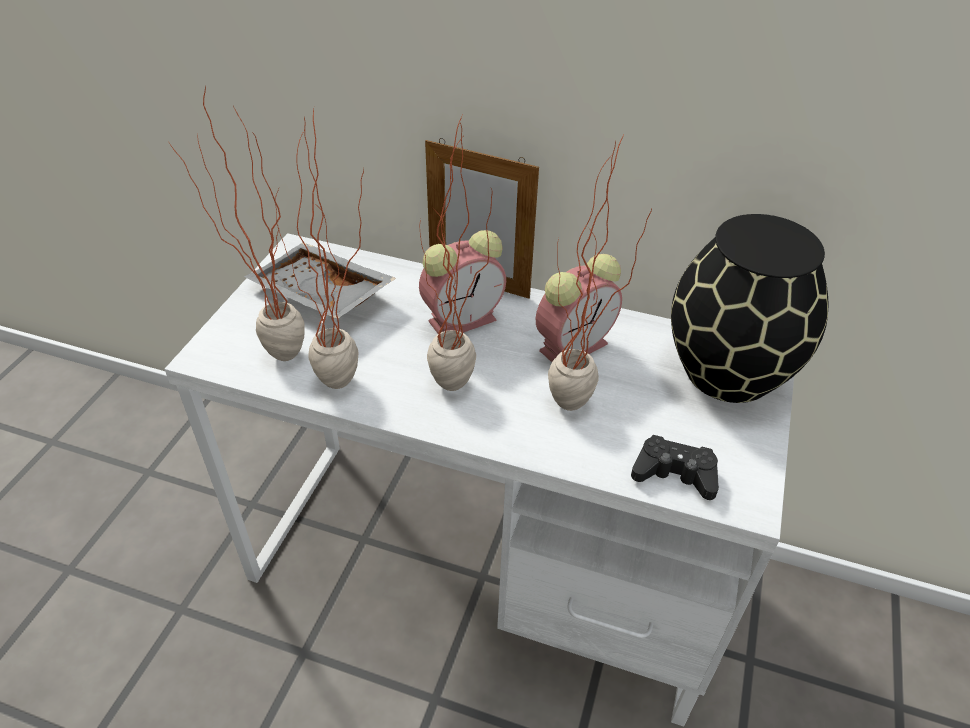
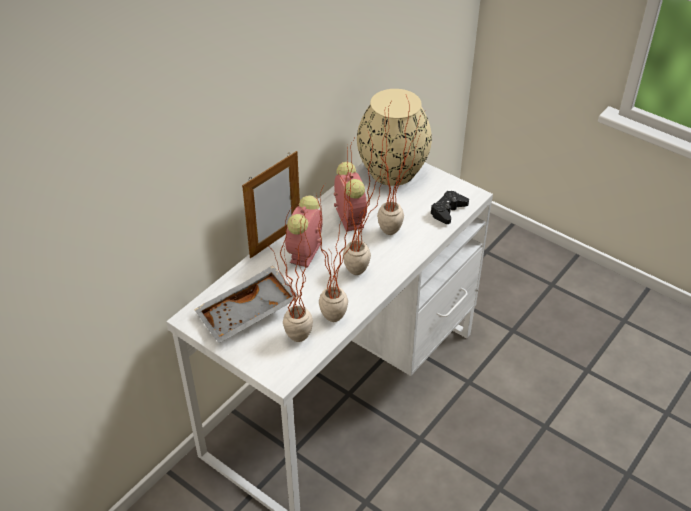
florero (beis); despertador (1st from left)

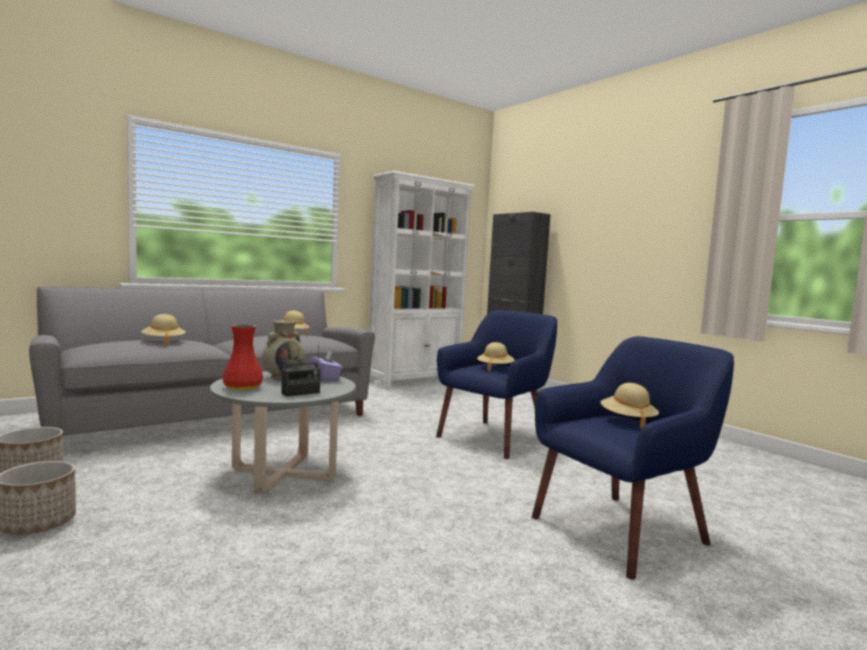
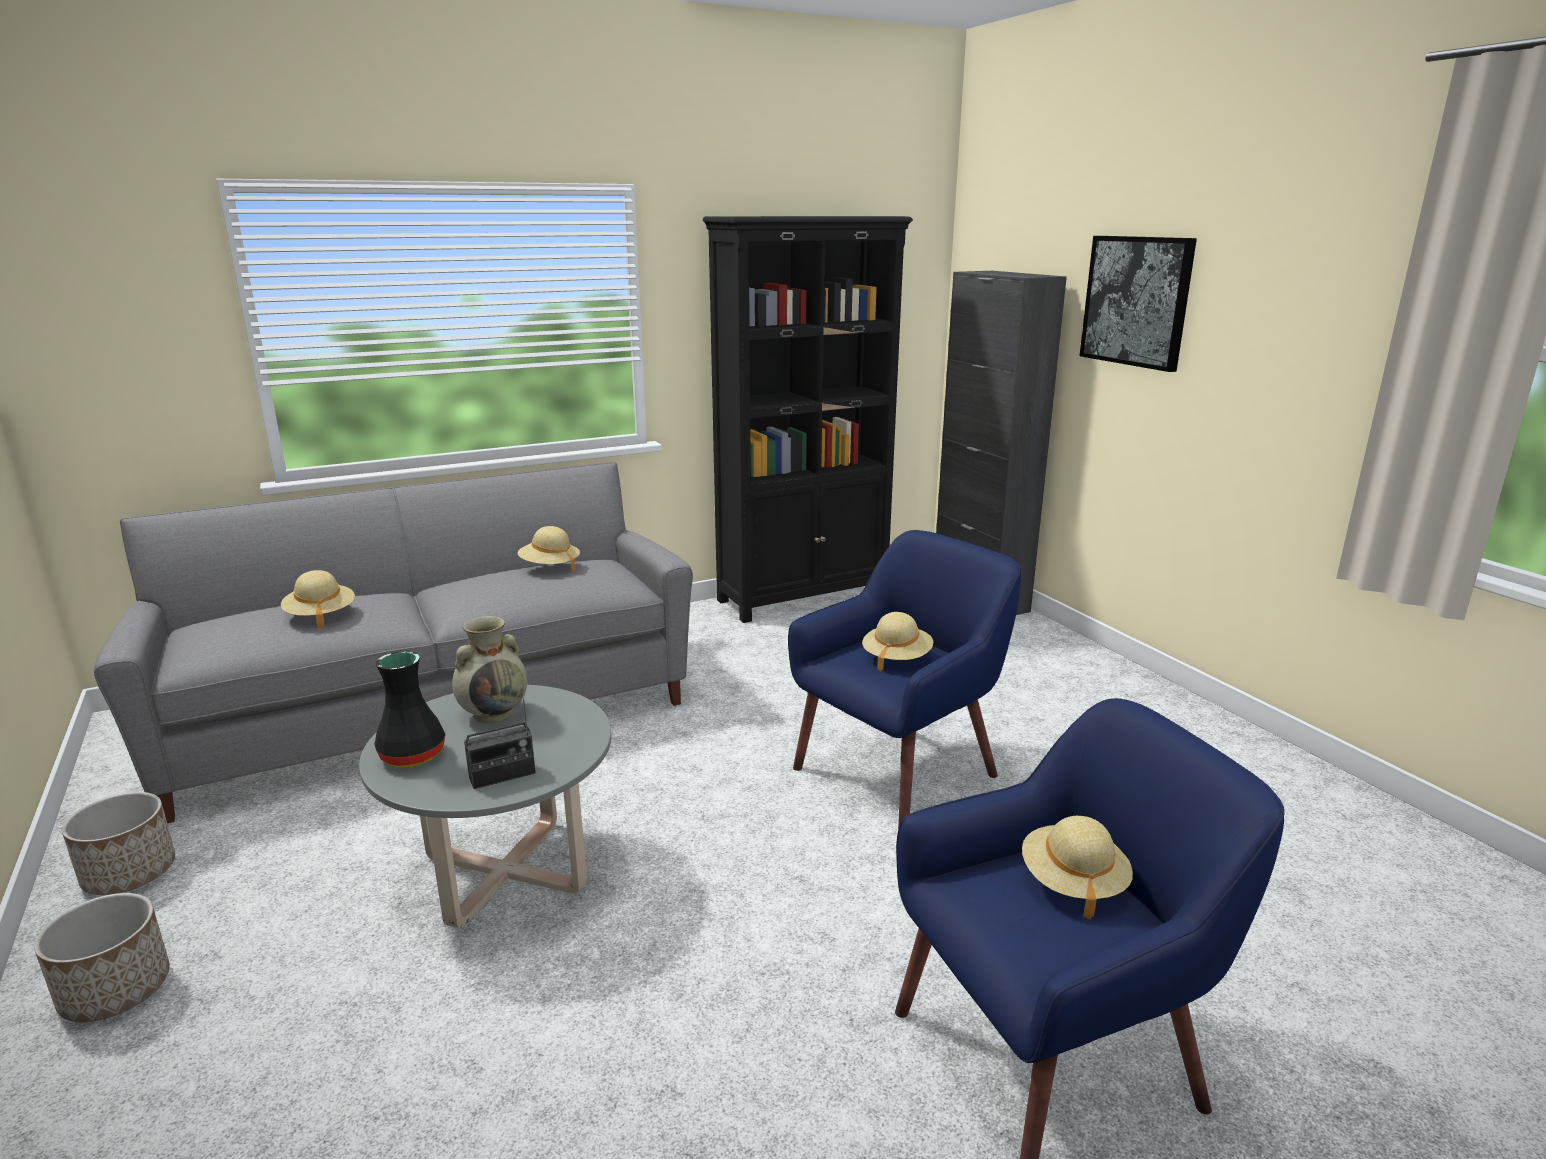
estantería (negro); florero (negro); caja de pañuelos (morado); cuadro

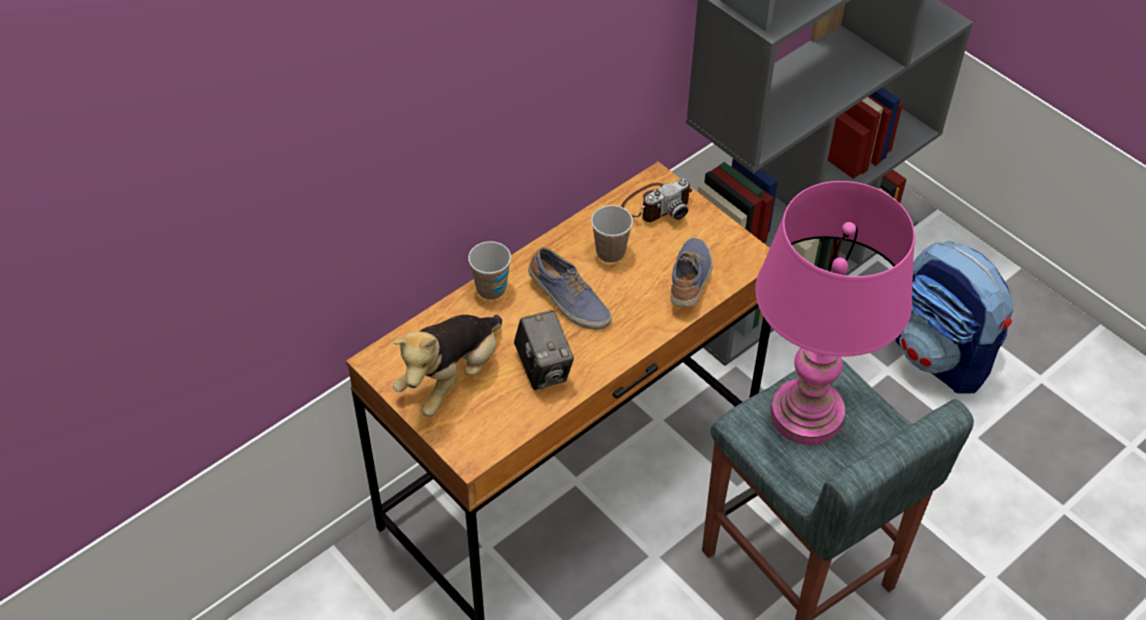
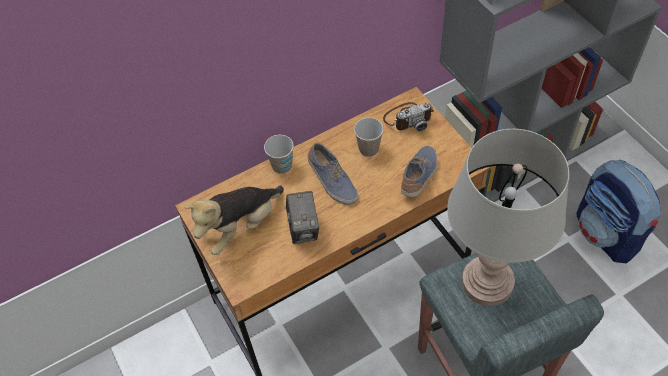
lámpara de mesa (gris)

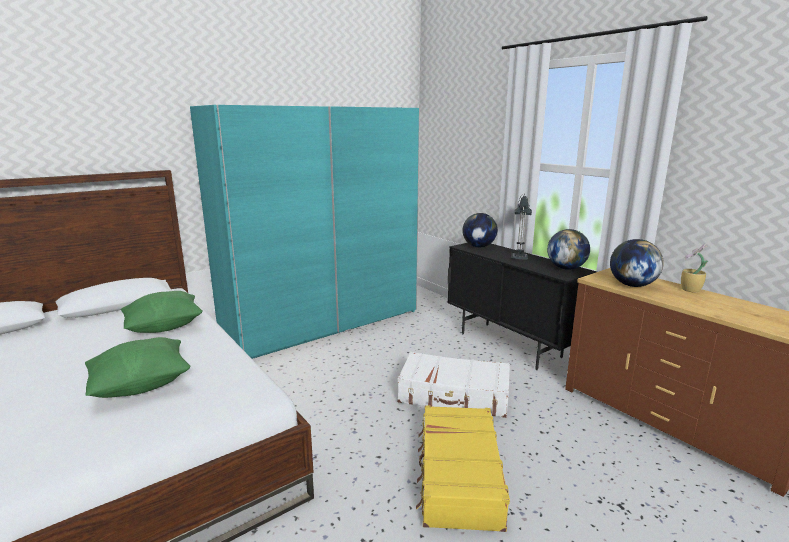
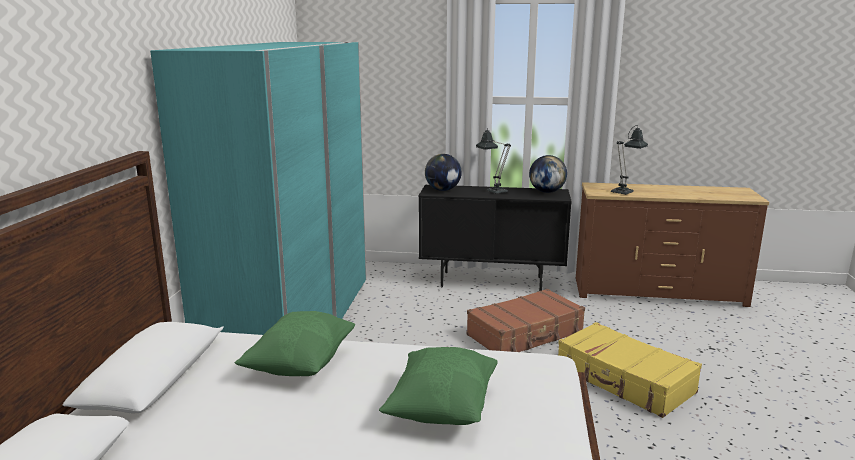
lámpara de mesa (2nd from left); planta en maceta; maleta (marrón)

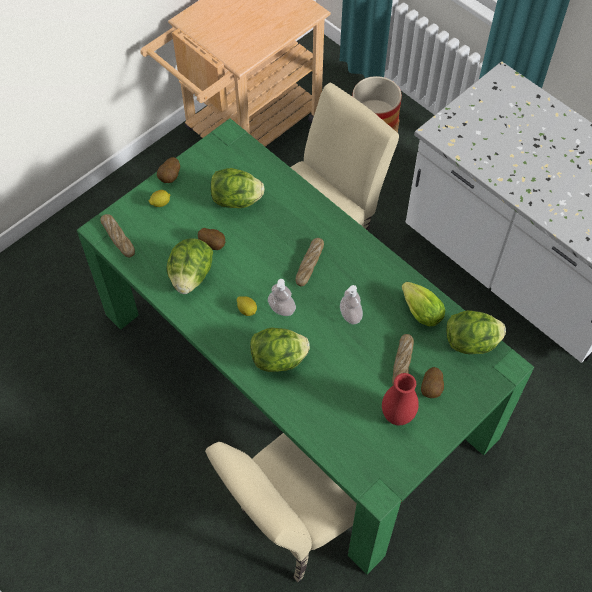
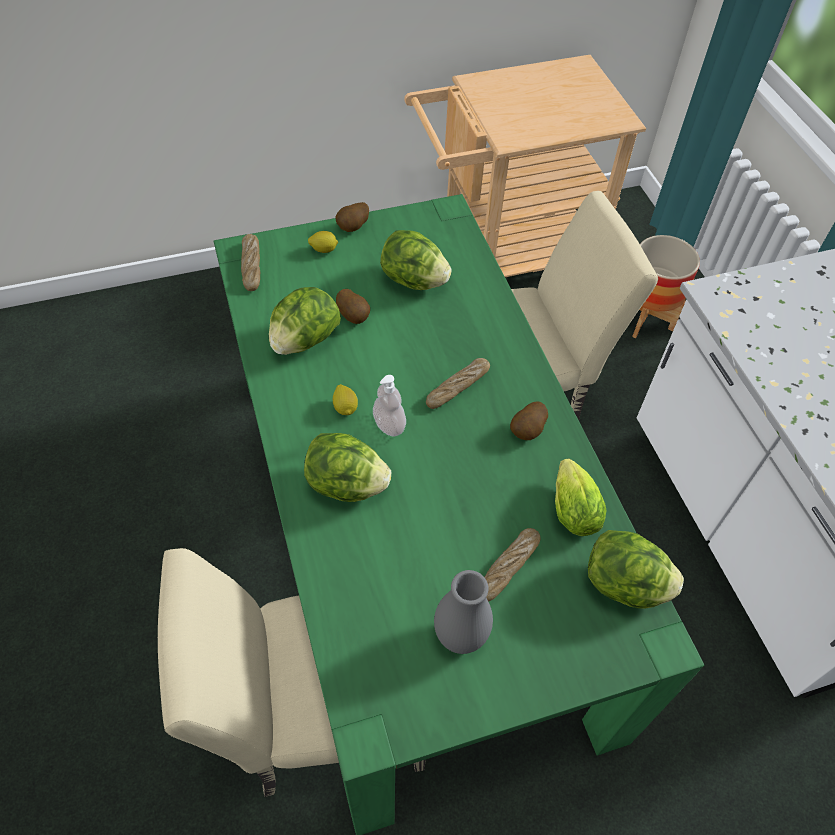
dispensador de jabón (2nd from left in the first image); patata (3rd from left); florero (gris)

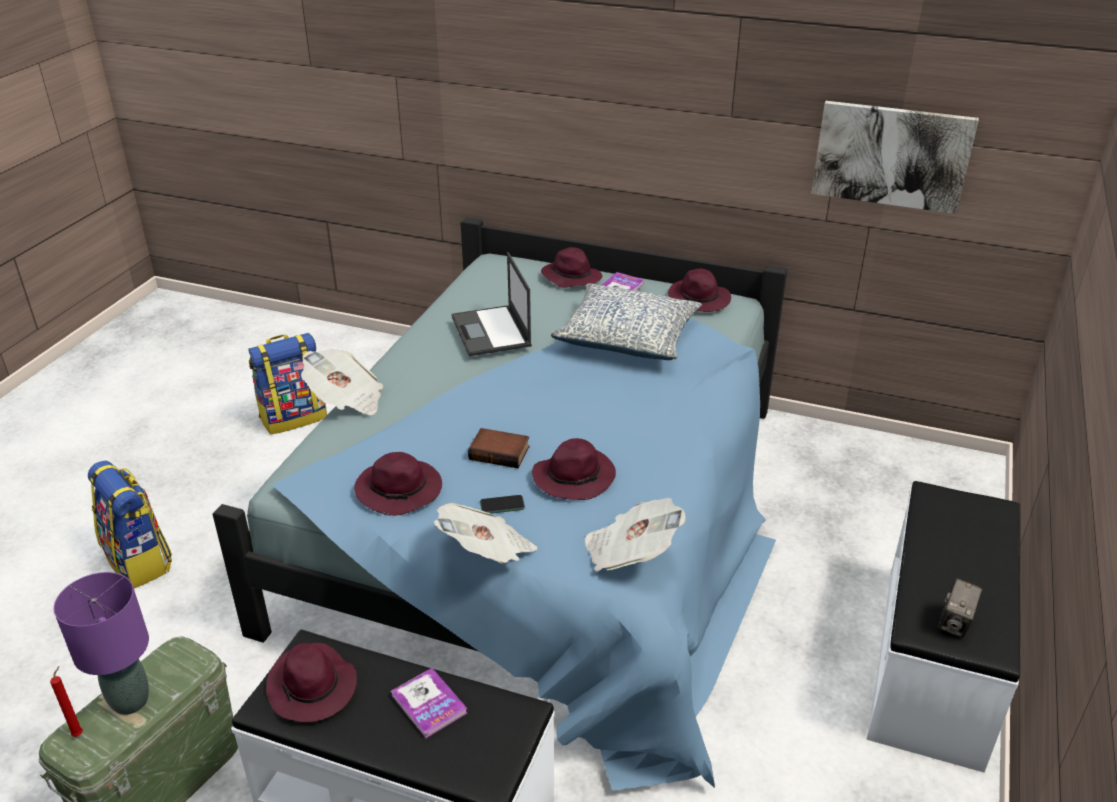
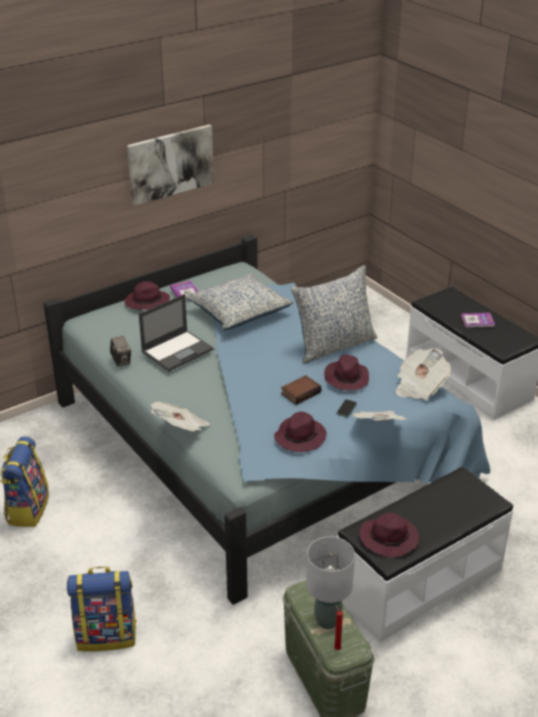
cuadro; portátil; sombrero (morado) (5th from left in the first image); lámpara de mesa (gris); cámara; libro (3rd from left); cojín (2nd from left)

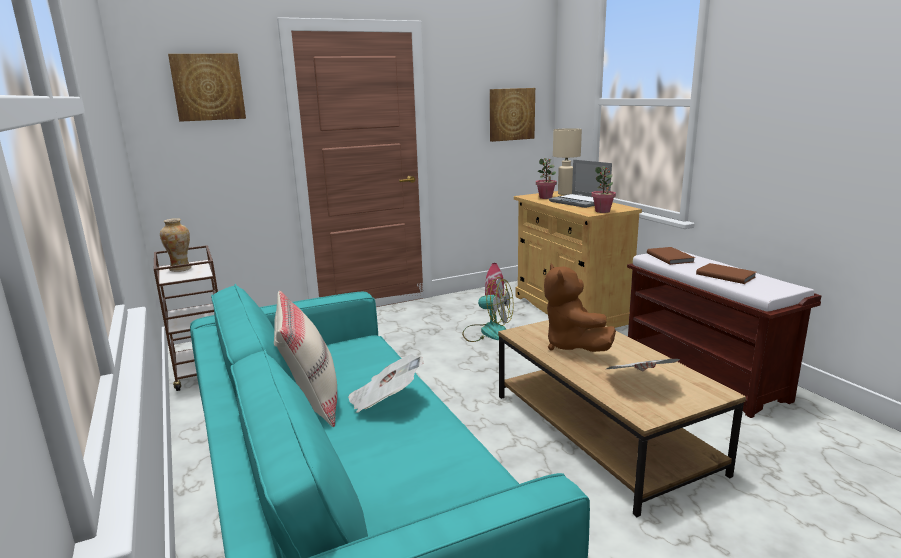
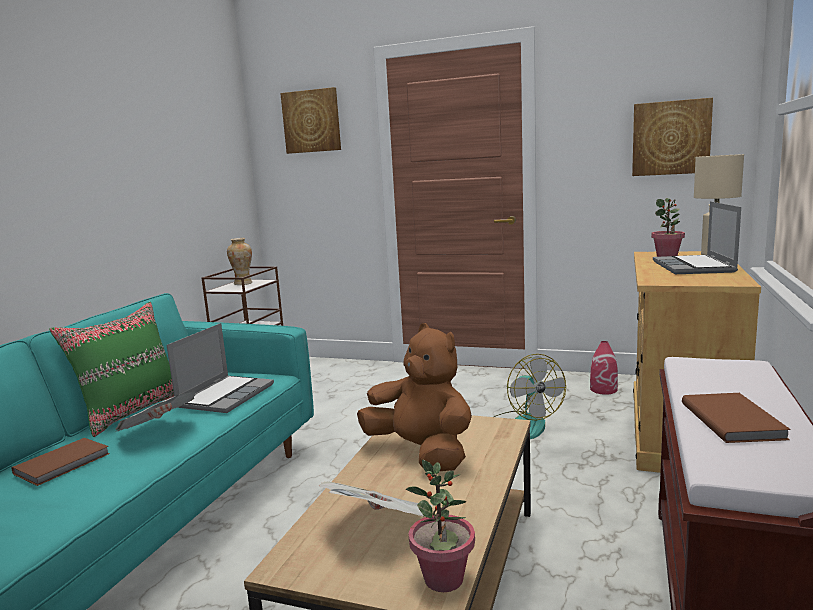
planta en maceta (1st from left); libro (marrón) (1st from left); peluche (marrón); cojín (verde); portátil (1st from left)

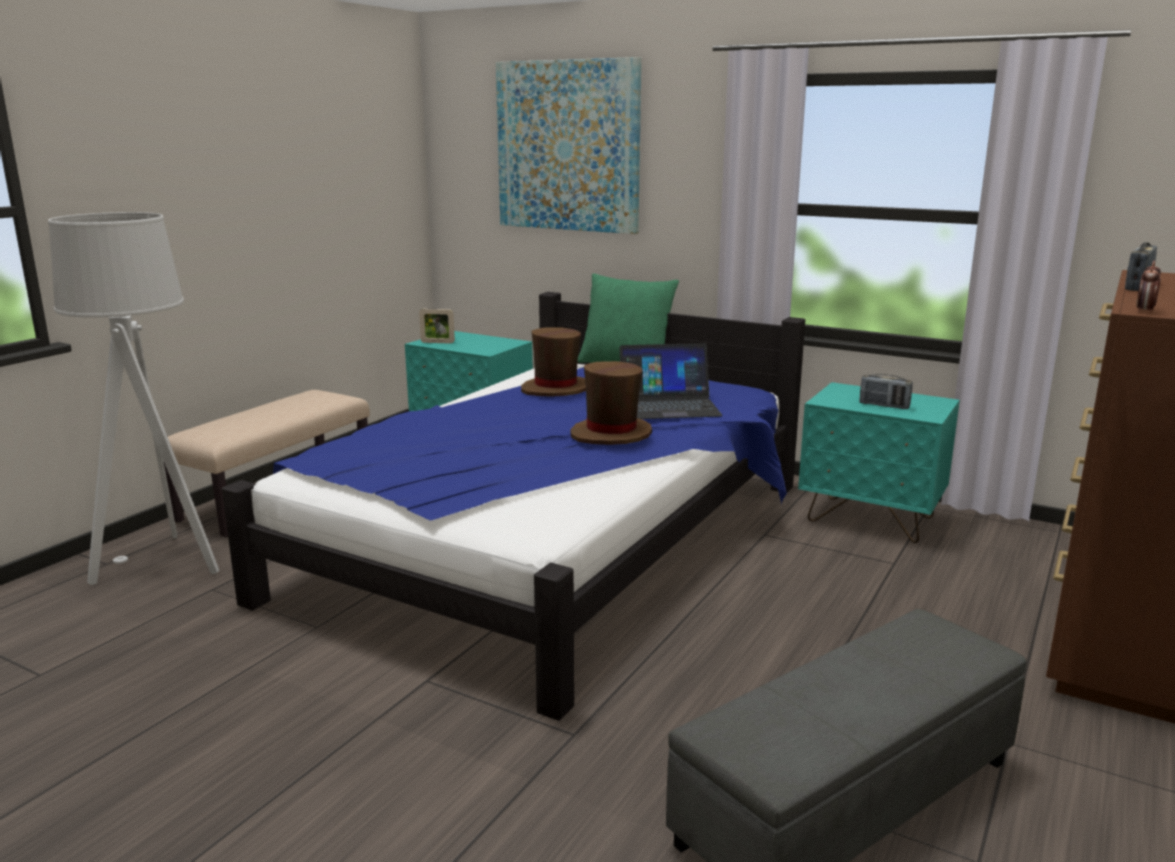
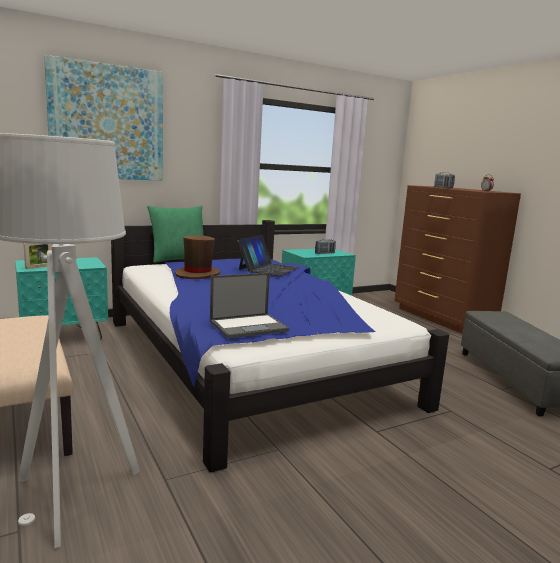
sombrero (marrón) (2nd from left in the first image); portátil (1st from left)

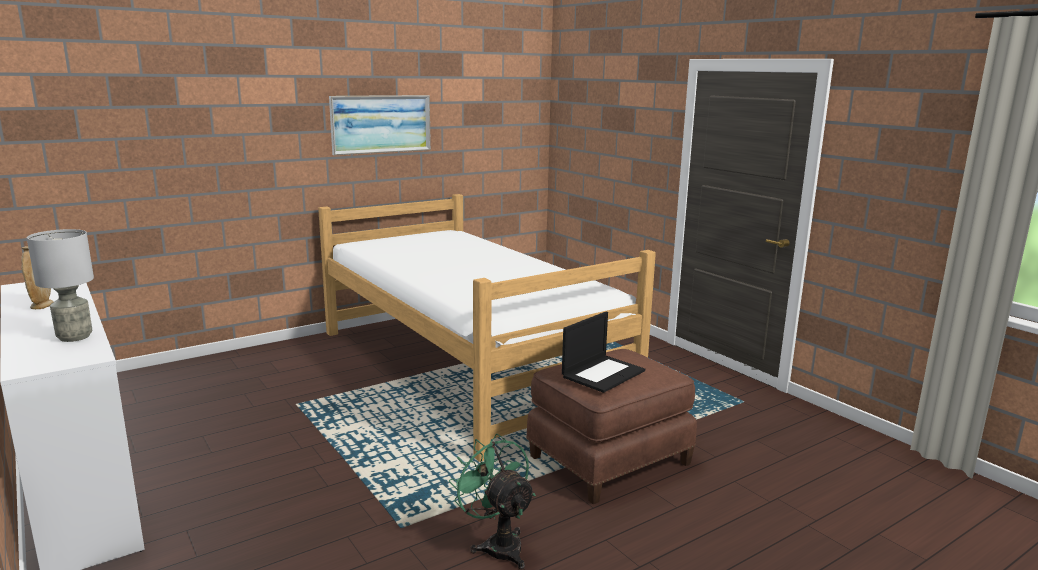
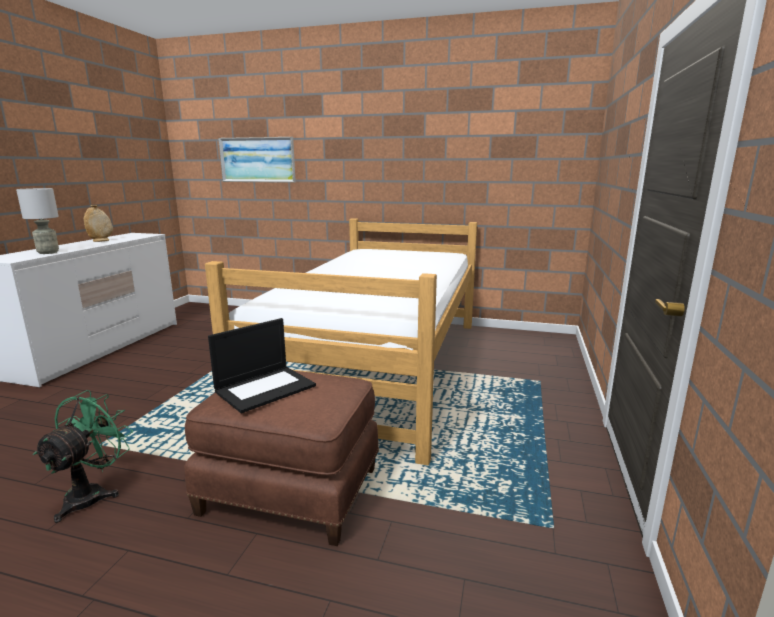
cuadro; portátil

